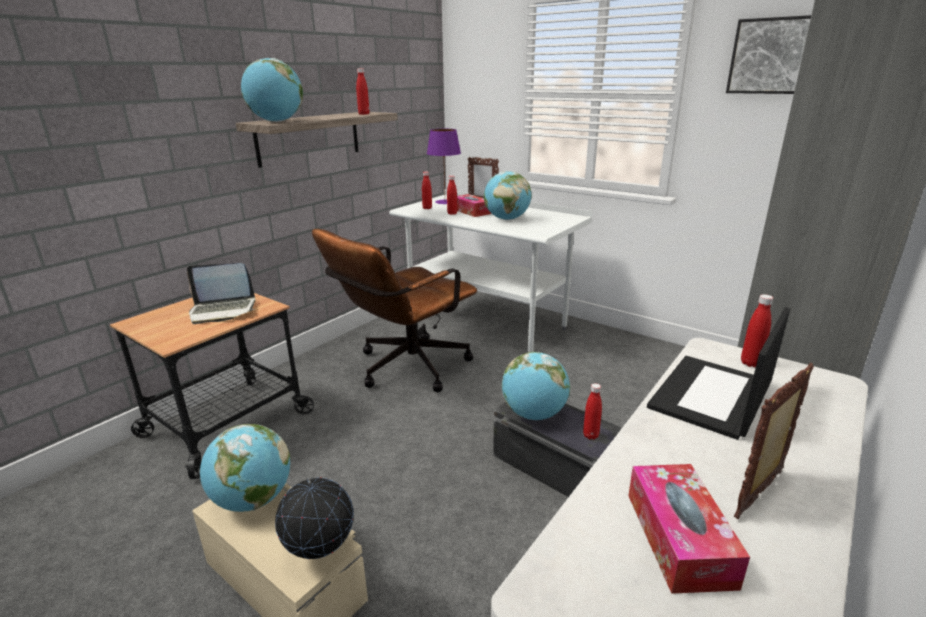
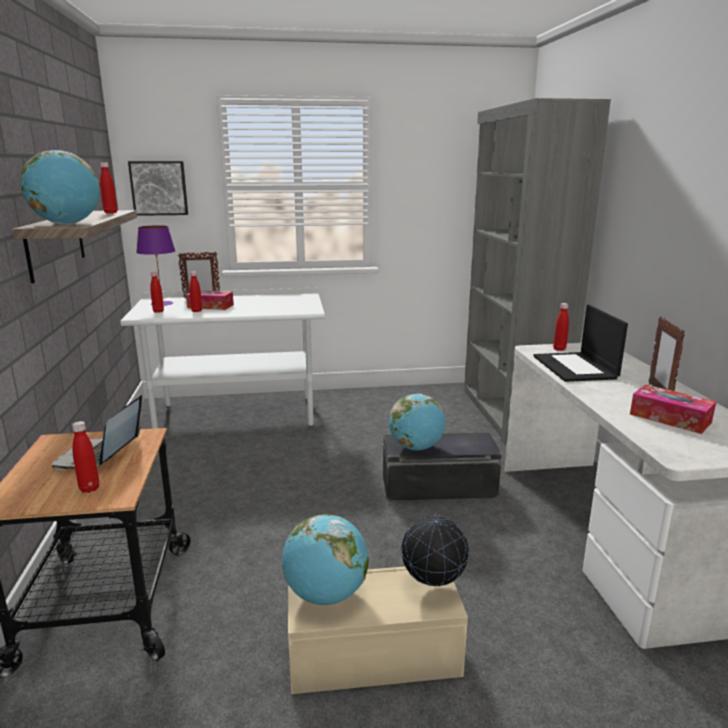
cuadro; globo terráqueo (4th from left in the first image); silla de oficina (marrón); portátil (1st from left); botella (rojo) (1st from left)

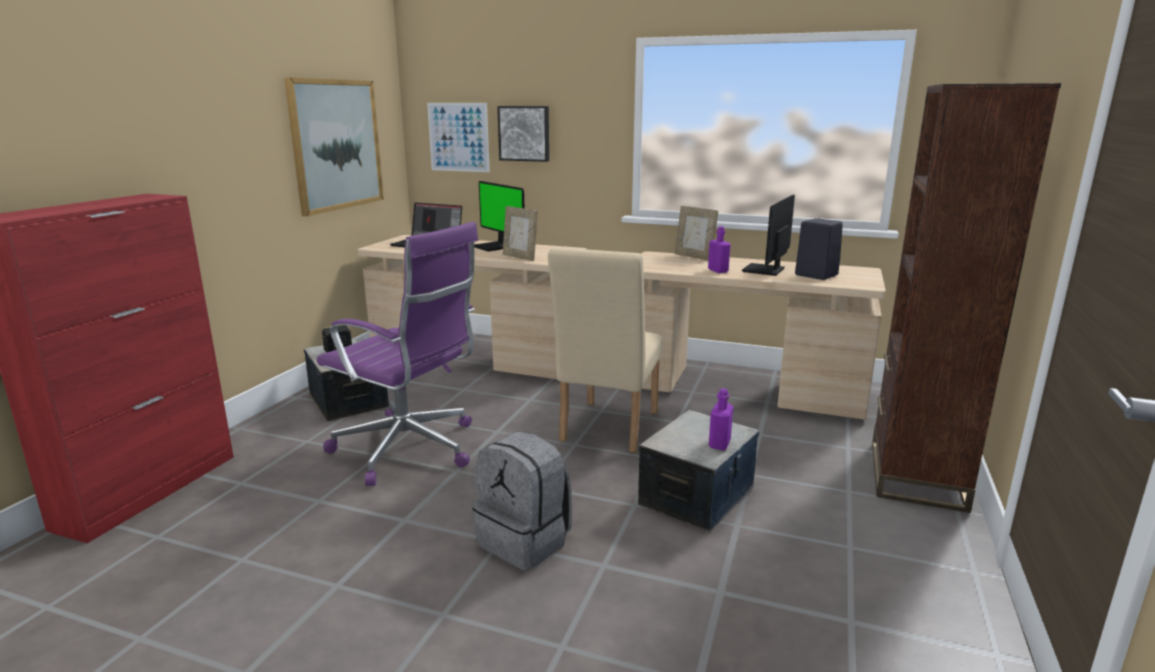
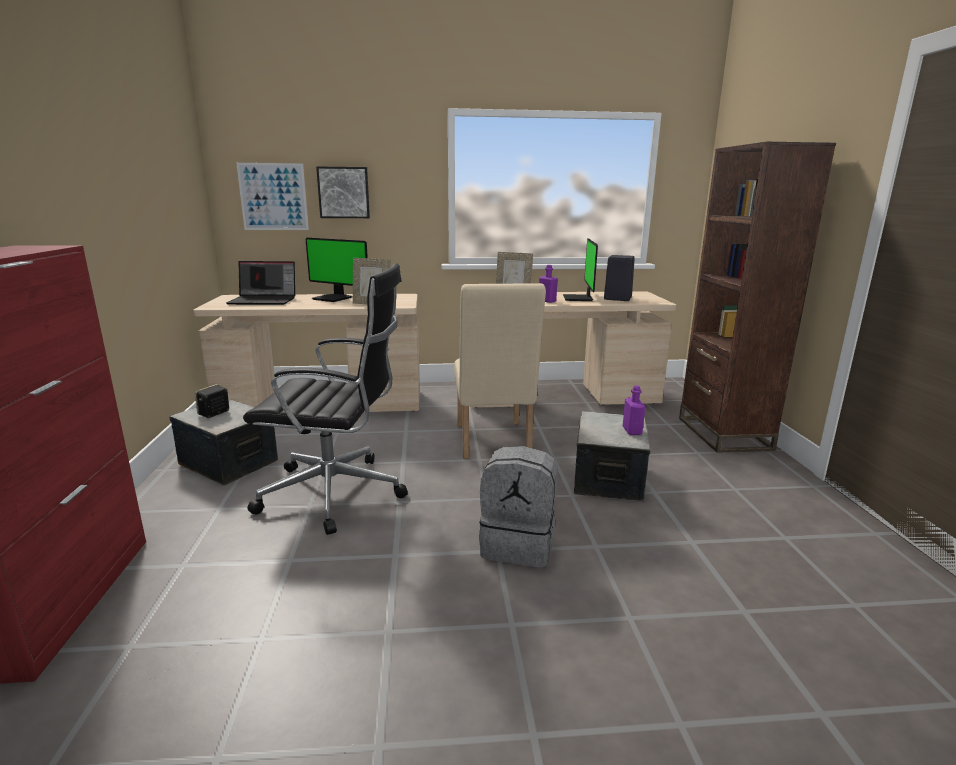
cuadro (1st from left in the first image); silla de oficina (negro)

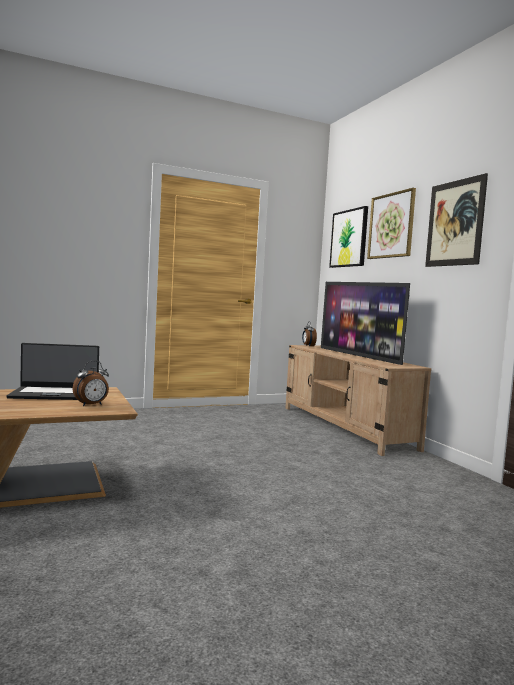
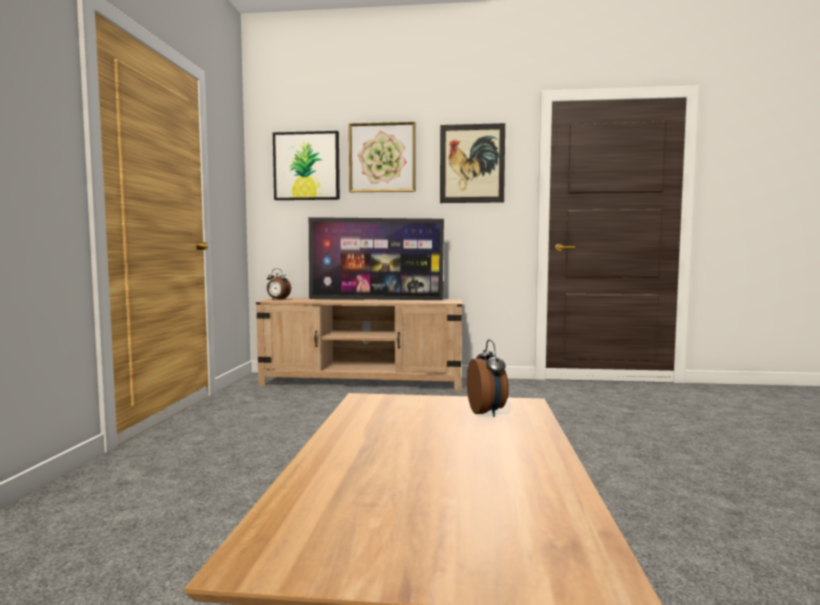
portátil

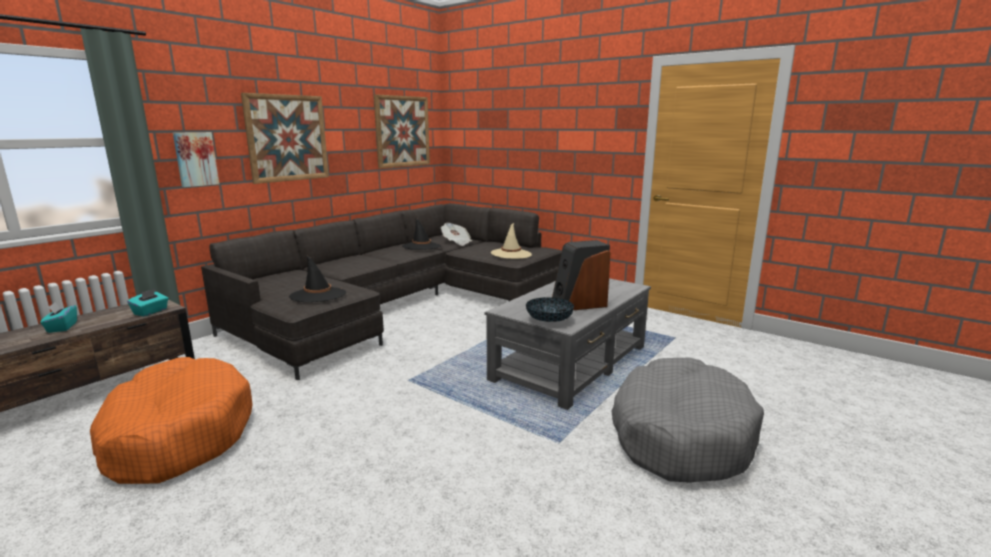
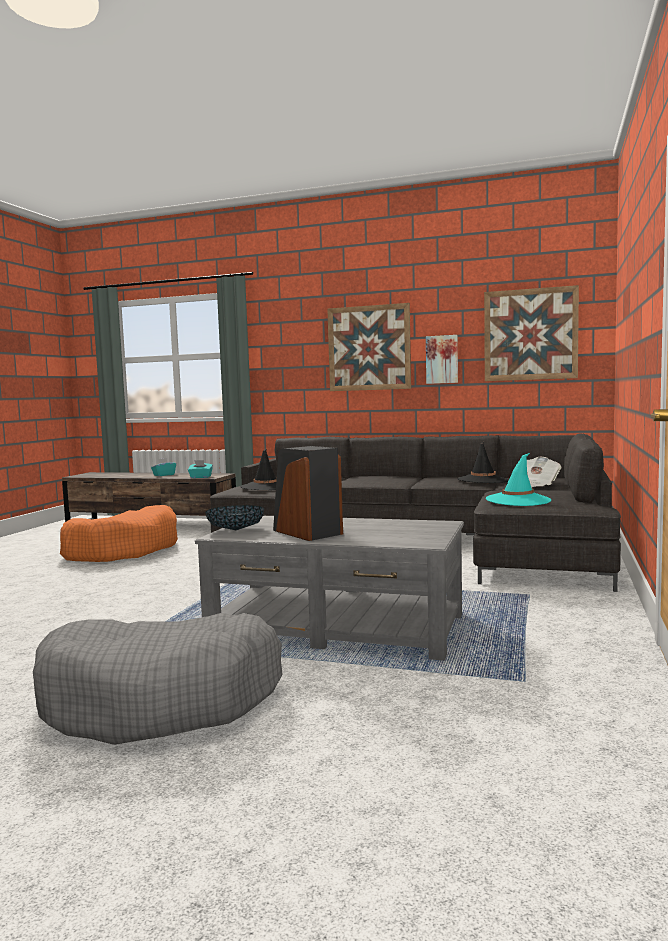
cuadro (2nd from left); sombrero (turquesa)

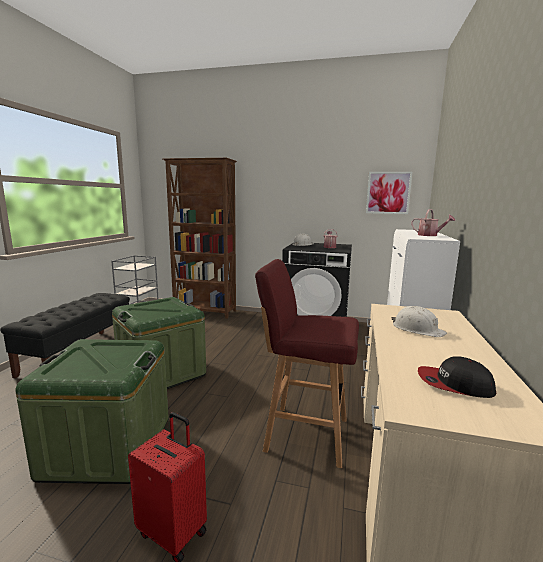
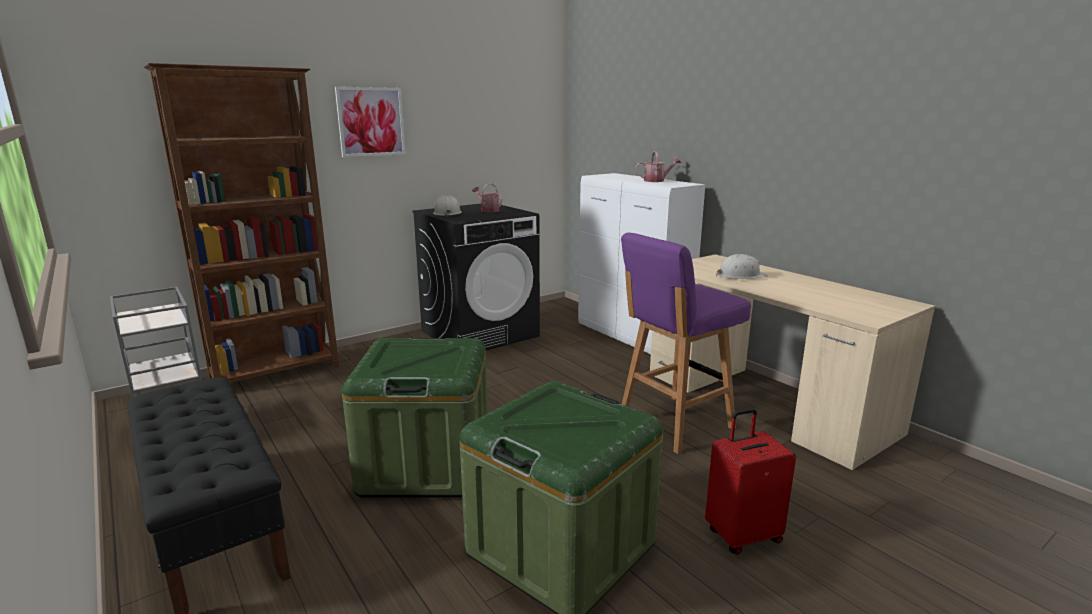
cuadro; taburete (morado); gorra

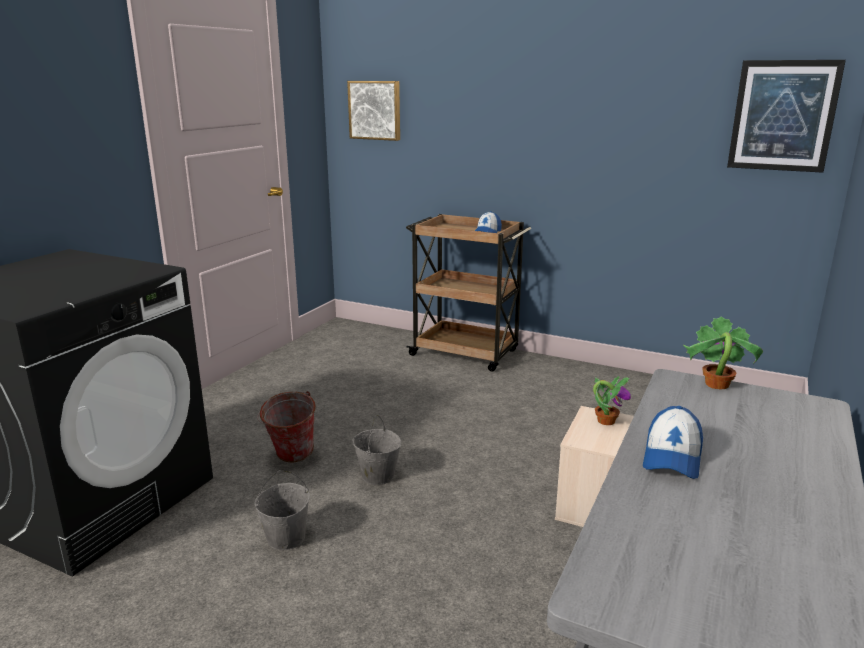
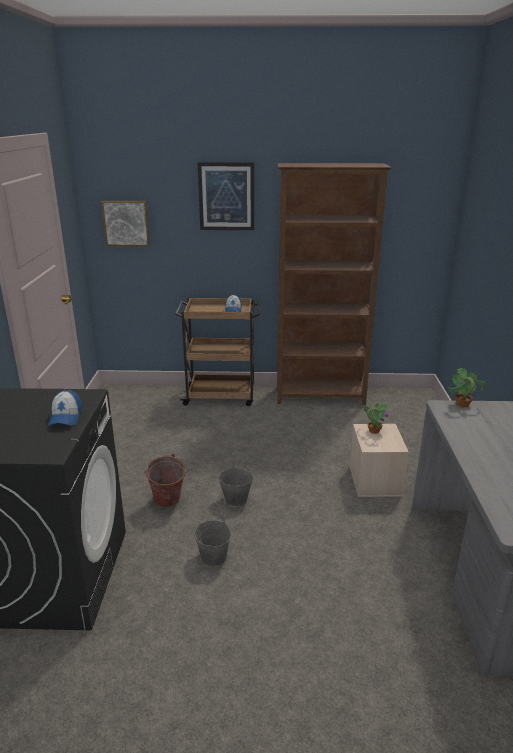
cuadro (2nd from left); gorra (1st from left); estantería (marrón)

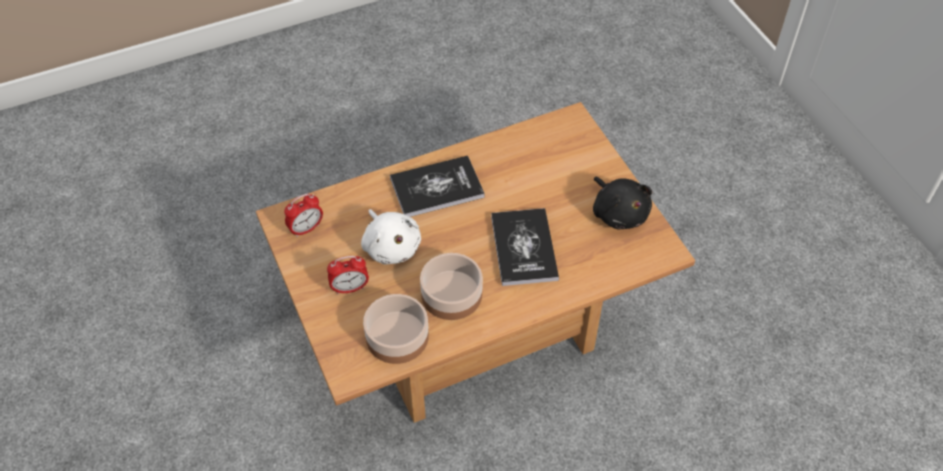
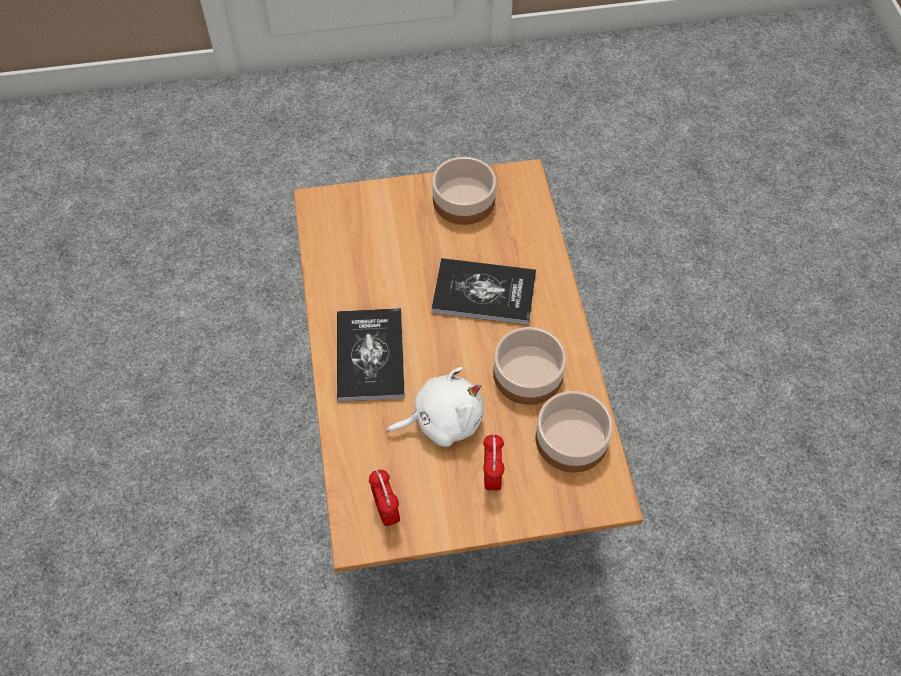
cuenco (1st from left)

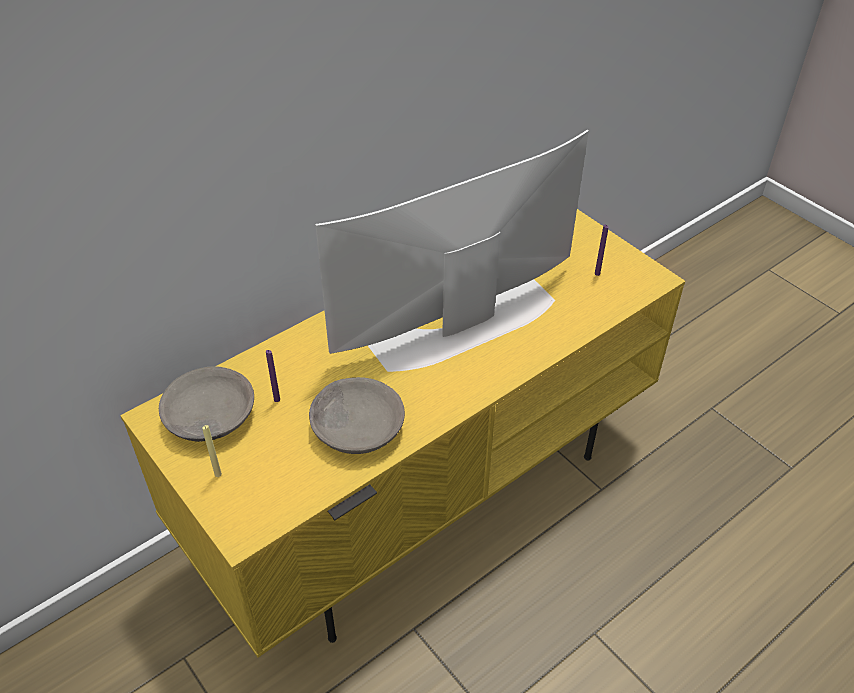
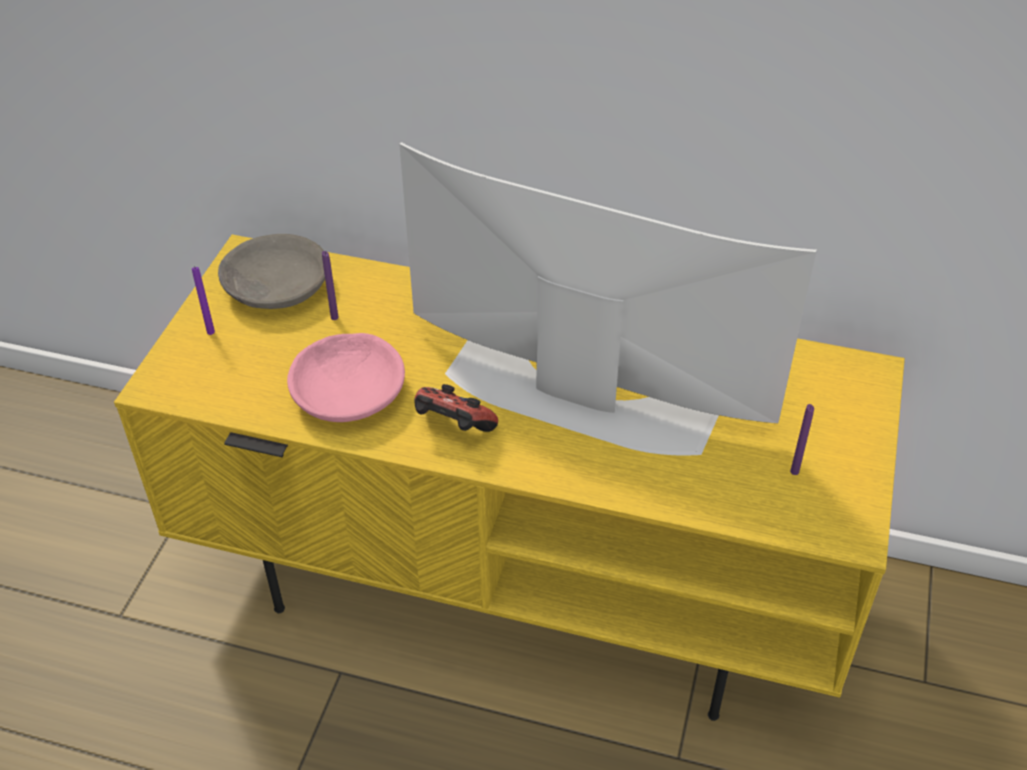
cuenco (rosa); vela (morado) (1st from left); mando de consola

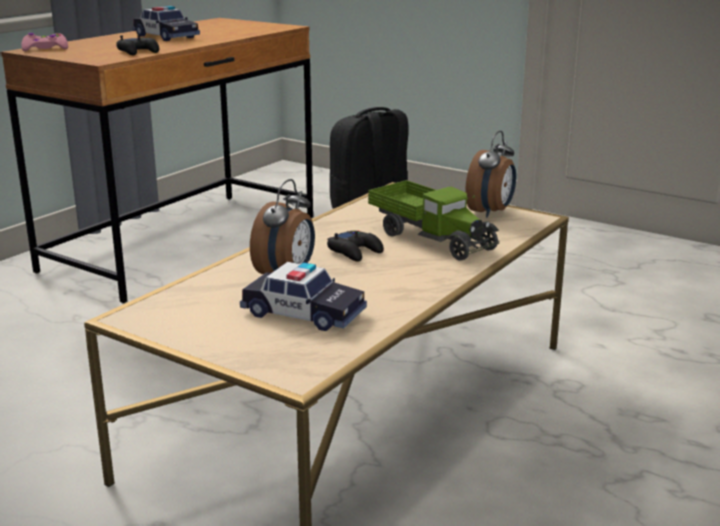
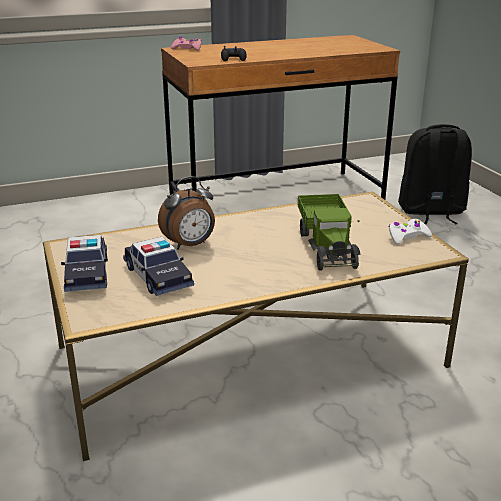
coche de juguete (1st from left); mando de consola (blanco); mando de consola (negro) (2nd from left in the first image)

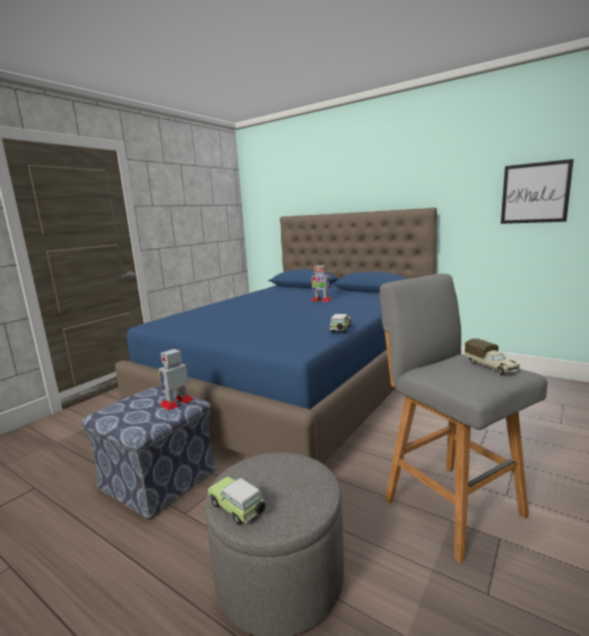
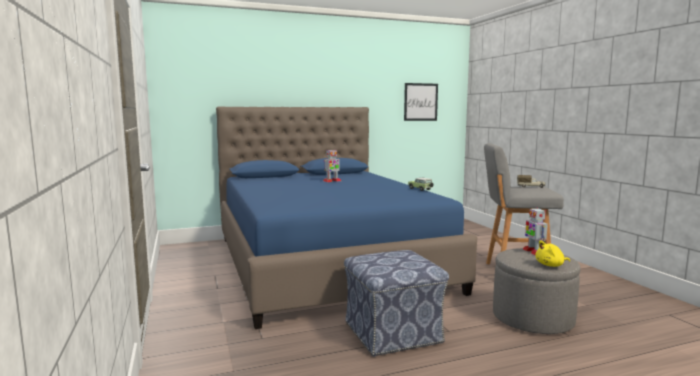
robot de juguete (2nd from left); peluche (amarillo)

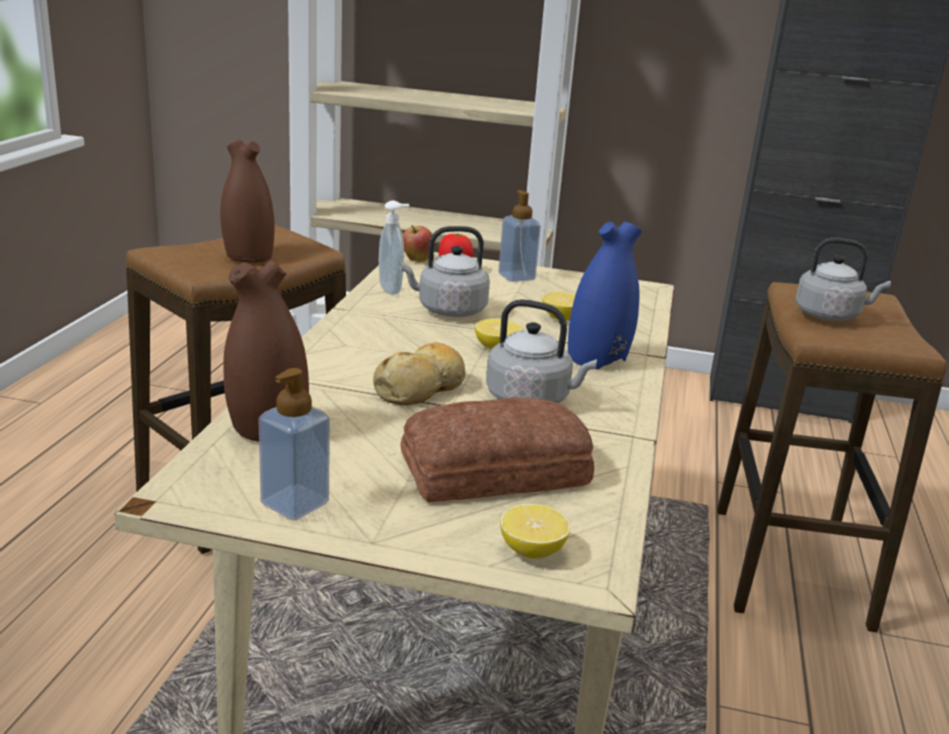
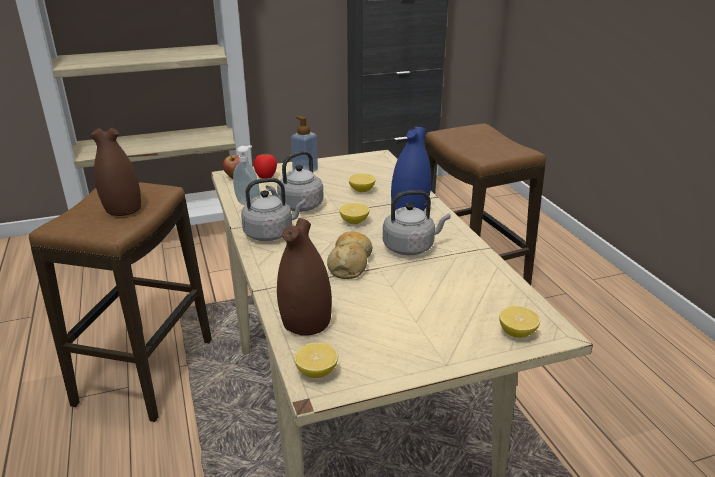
hervidor (gris) (1st from left); dispensador de jabón (1st from left in the first image); pan (2nd from left in the first image); limón (1st from left)

